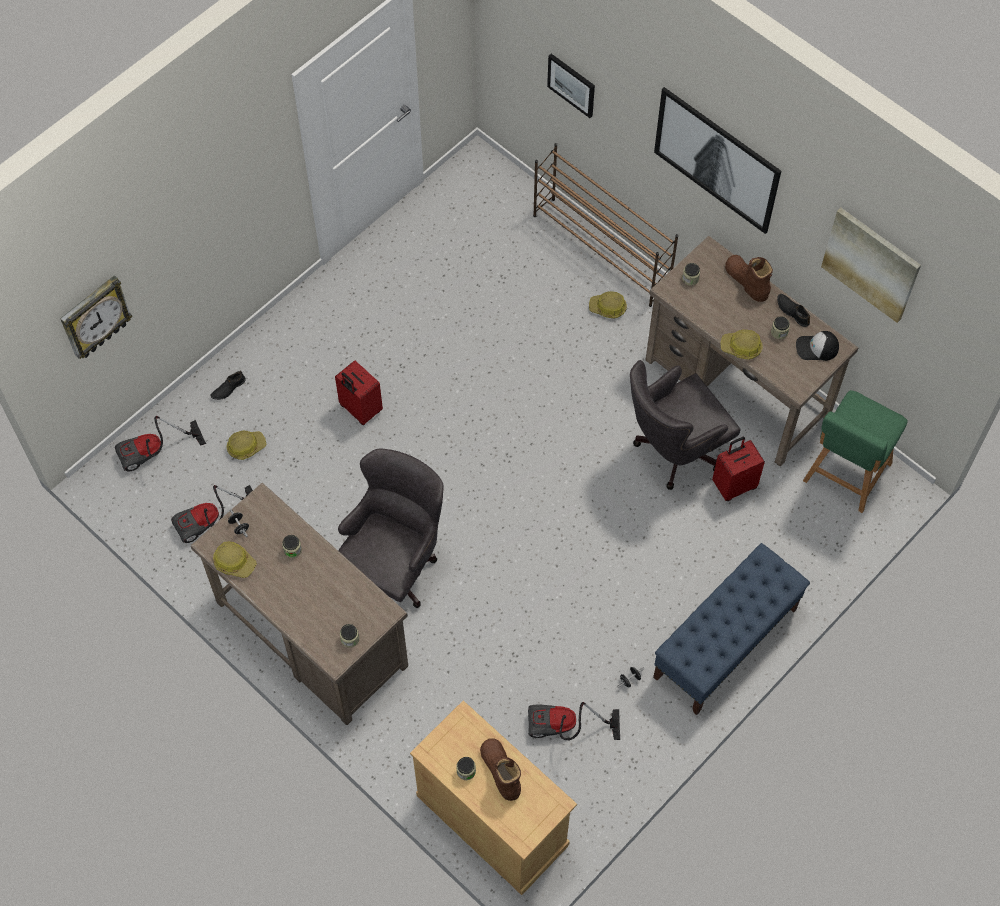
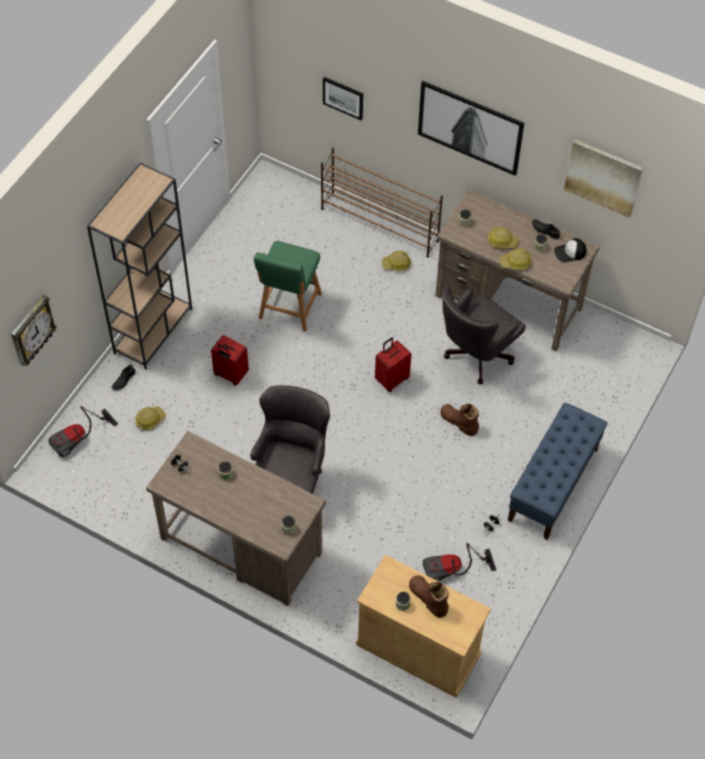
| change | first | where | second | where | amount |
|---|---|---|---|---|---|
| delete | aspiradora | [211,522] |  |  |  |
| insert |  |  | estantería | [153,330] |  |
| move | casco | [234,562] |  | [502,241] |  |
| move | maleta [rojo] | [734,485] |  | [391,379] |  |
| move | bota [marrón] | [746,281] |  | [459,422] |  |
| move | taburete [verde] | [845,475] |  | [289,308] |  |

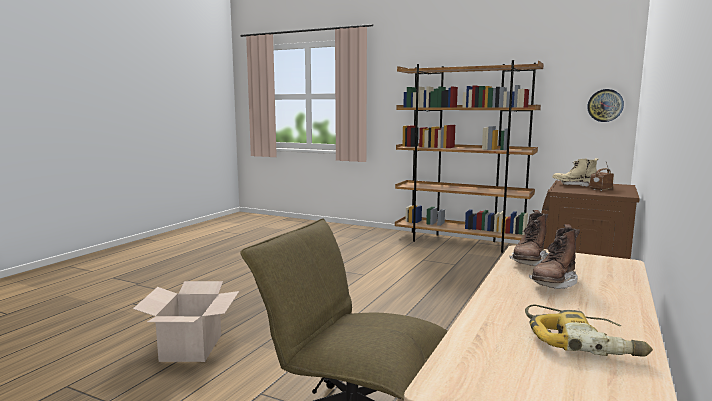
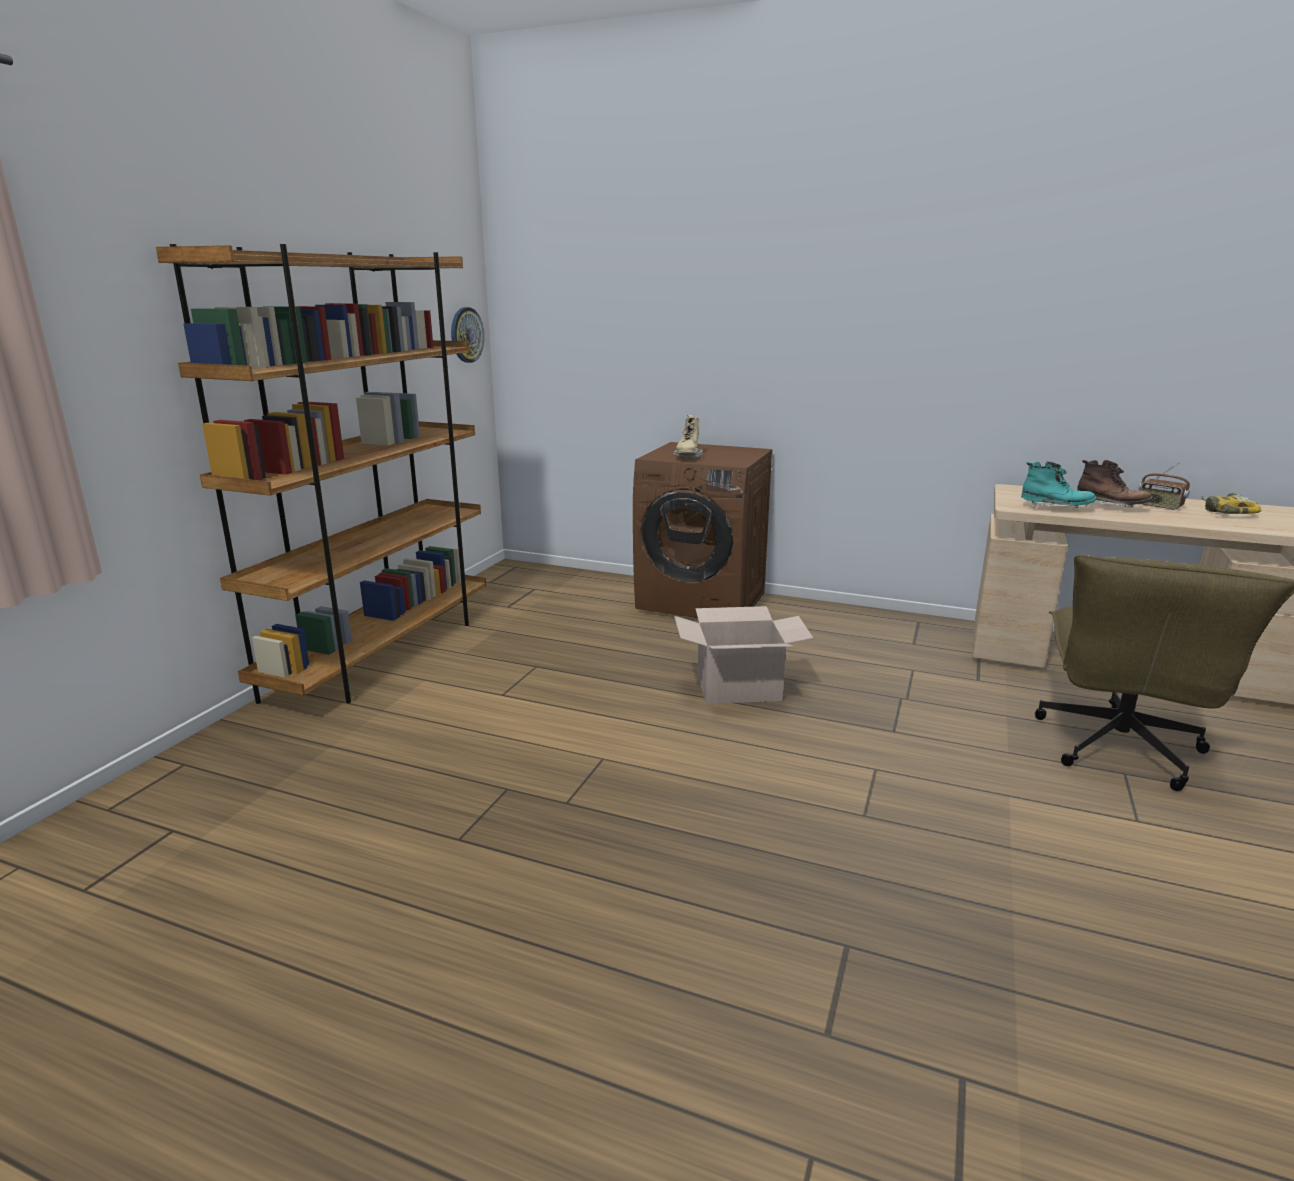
| change | first | where | second | where | amount |
|---|---|---|---|---|---|
| move | caja de cartón | [191,347] |  | [738,688] |  |
| move | radio | [600,189] |  | [1159,506] |  |
| recolor | bota [marrón] | [529,262] | bota [turquesa] | [1055,508] |  |

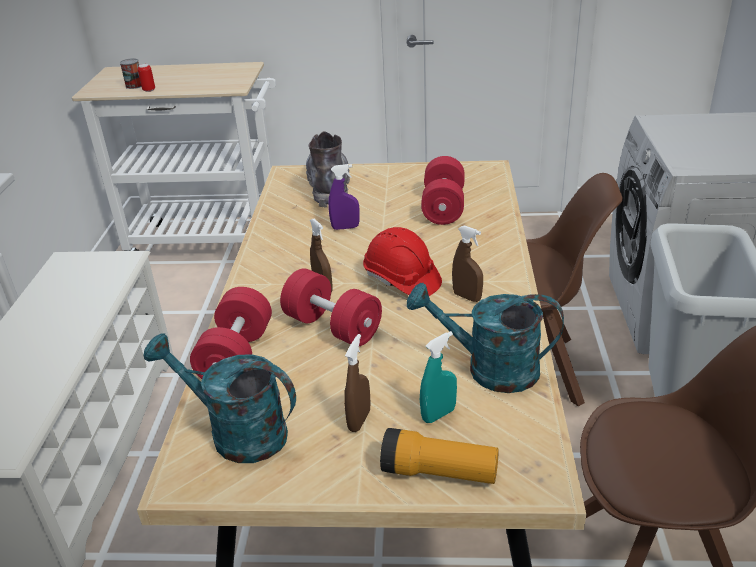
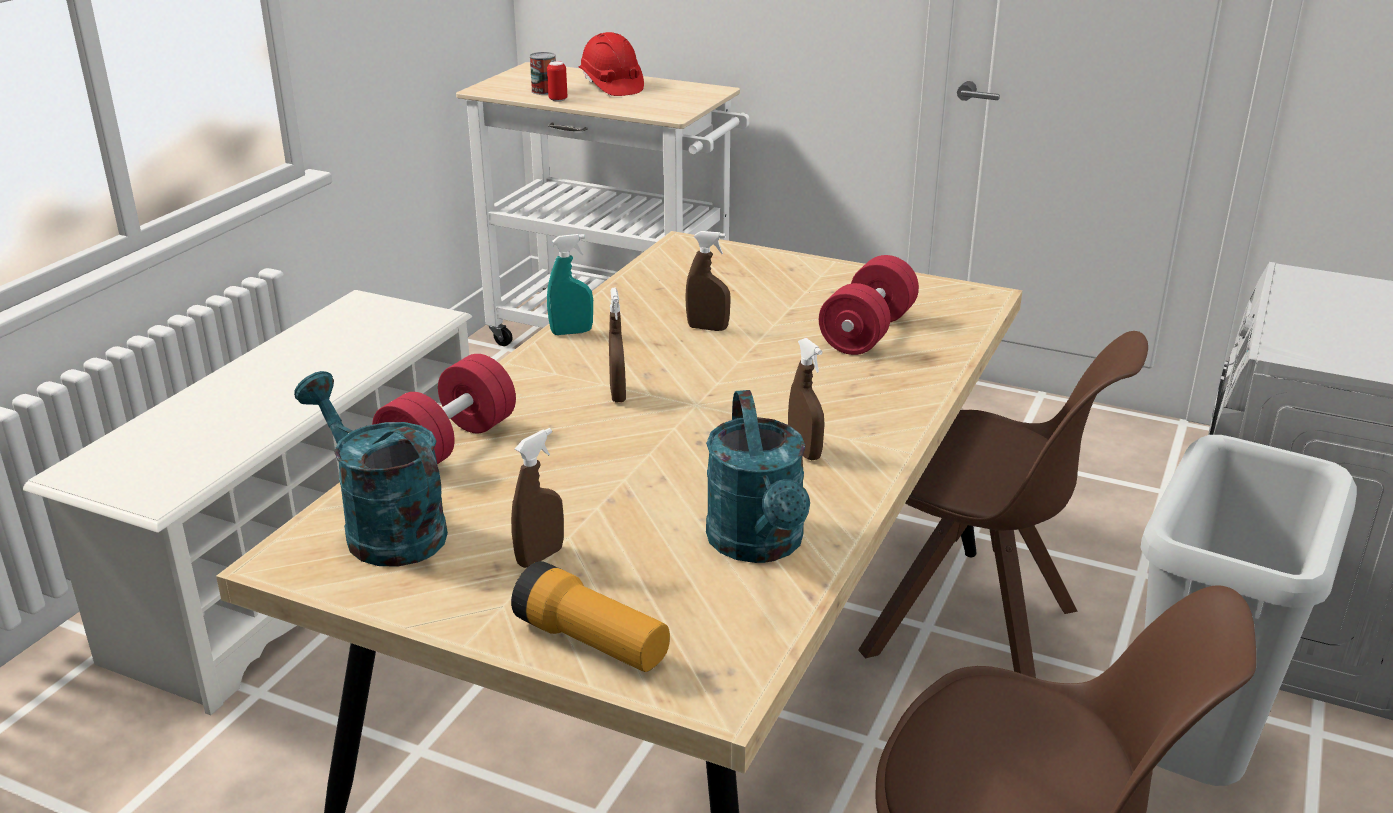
| change | first | where | second | where | amount |
|---|---|---|---|---|---|
| delete | mancuerna [rojo] | [332,327] |  |  |  |
| delete | bota [gris] | [329,186] |  |  |  |
| move | casco [rojo] | [401,280] |  | [611,86] |  |
| move | pulverizador [turquesa] | [438,414] |  | [571,332] |  |
| recolor | pulverizador [morado] | [345,227] | pulverizador [marrón] | [707,328] |  |
| rotate | regadera [turquesa] | [489,369] |  | [759,545] | 135 degrees counterclockwise |

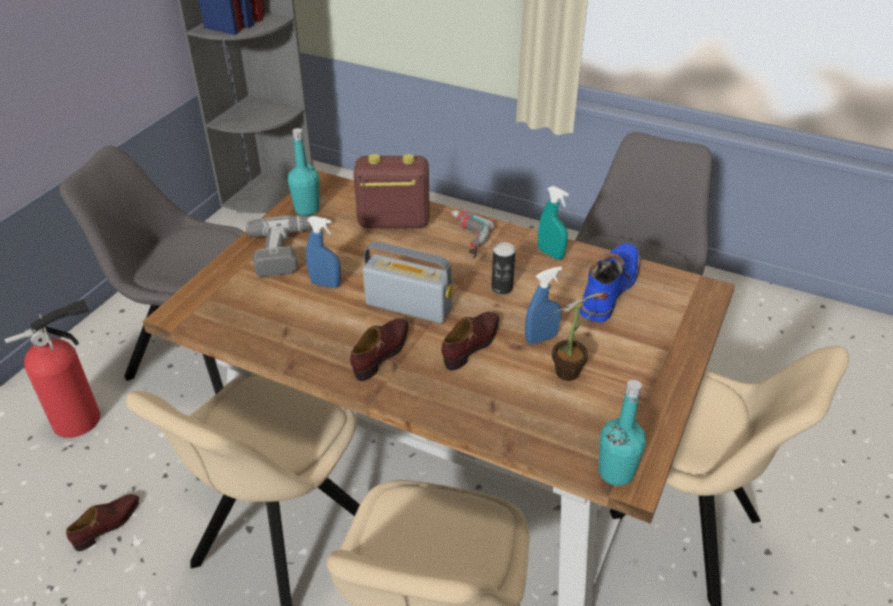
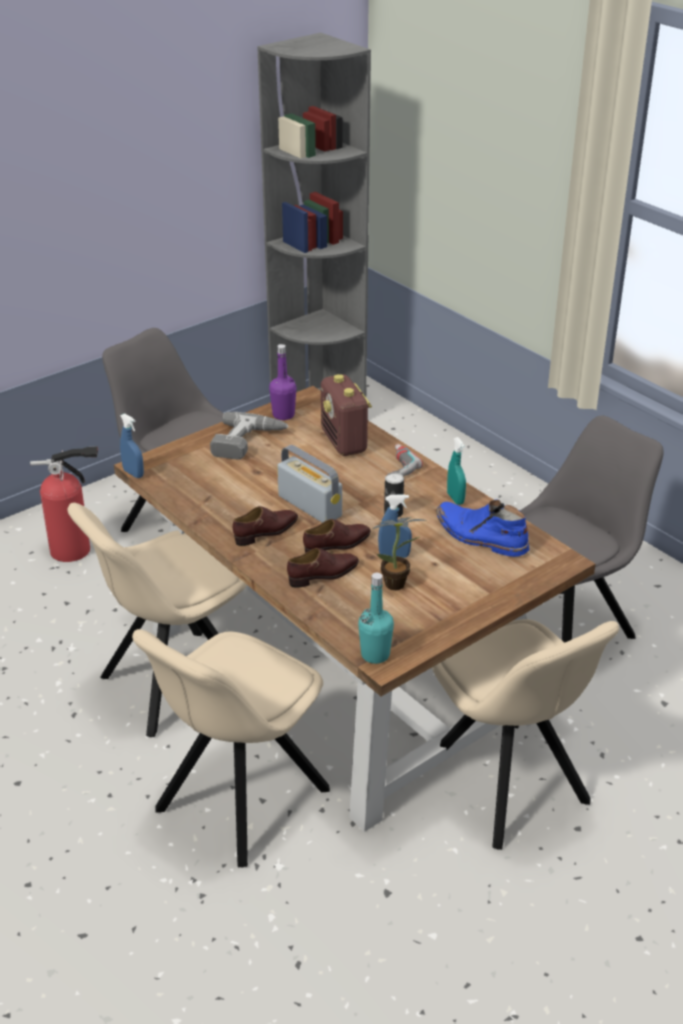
| change | first | where | second | where | amount |
|---|---|---|---|---|---|
| move | zapato [marrón] | [108,525] |  | [323,575] |  |
| move | pulverizador [azul] | [325,284] |  | [133,473] |  |
| recolor | botella [turquesa] | [307,209] | botella [morado] | [283,415] |  |
| rotate | radio | [393,222] |  | [344,442] | 135 degrees counterclockwise |
| rotate | bota [azul] | [608,289] |  | [480,537] | 105 degrees counterclockwise |

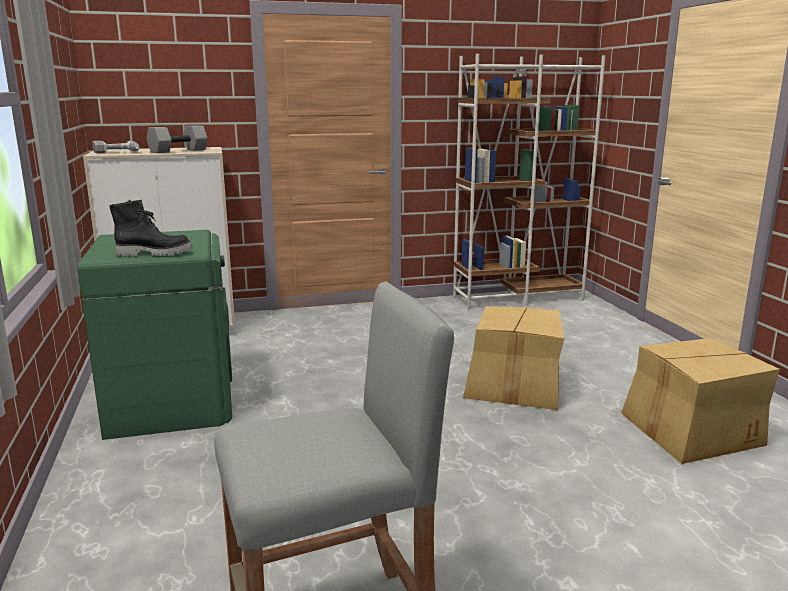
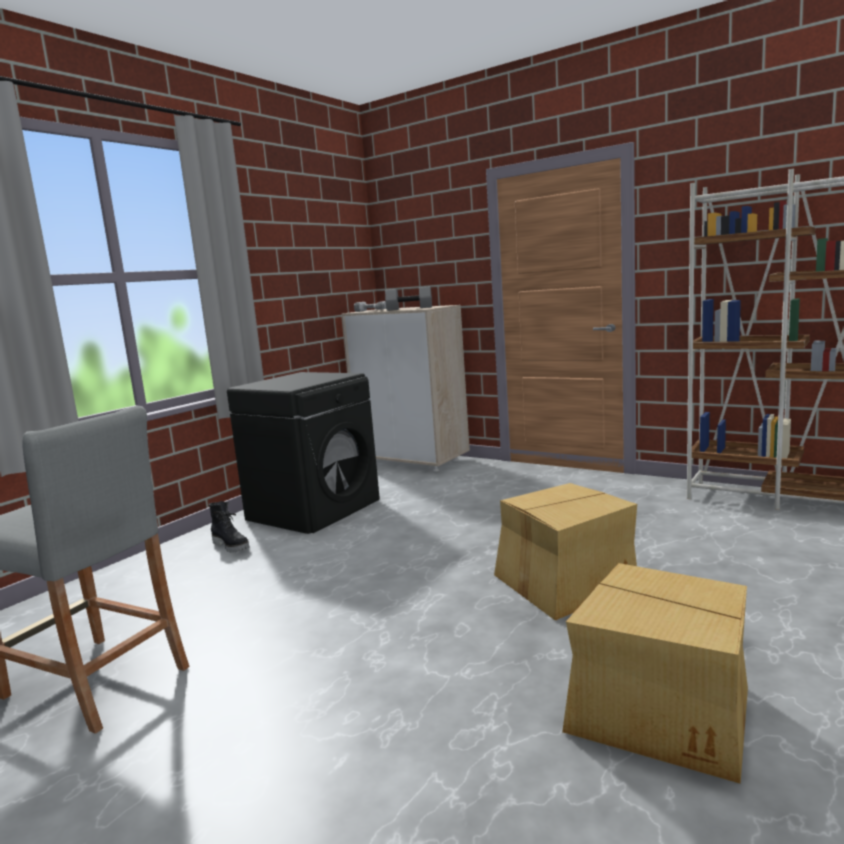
| change | first | where | second | where | amount |
|---|---|---|---|---|---|
| move | bota [negro] | [155,254] |  | [232,546] |  |
| recolor | lavadora [verde] | [174,401] | lavadora [negro] | [317,509] |  |

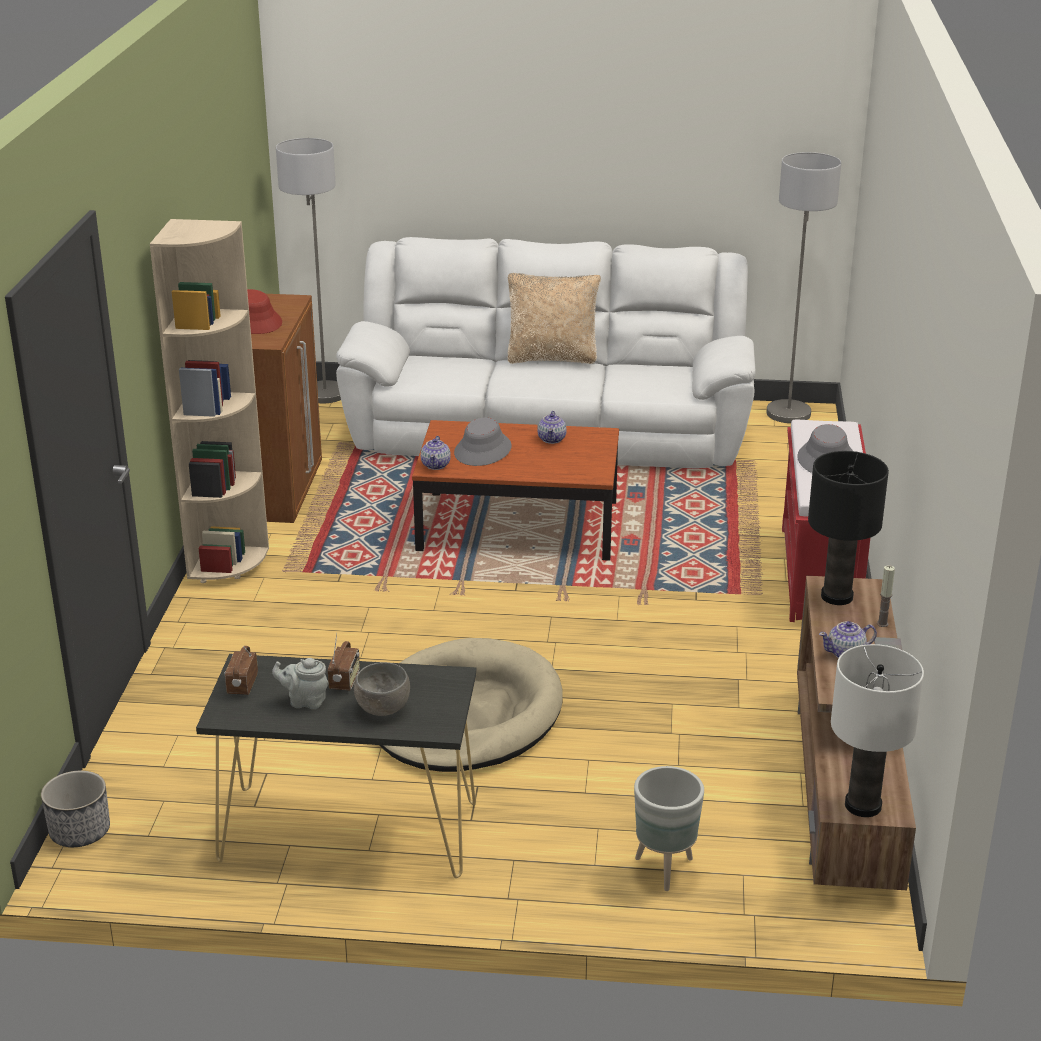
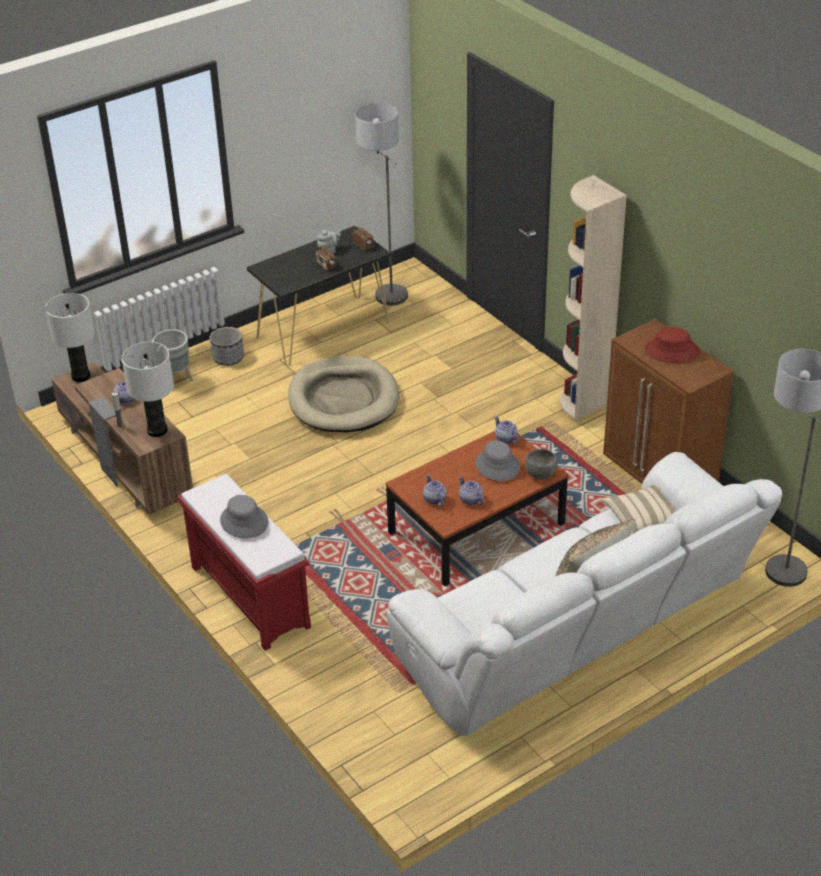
| change | first | where | second | where | amount |
|---|---|---|---|---|---|
| insert |  |  | tetera | [434,499] |  |
| insert |  |  | cojín [beis] | [642,521] |  |
| move | maceta | [79,832] |  | [228,358] |  |
| move | cuenco [gris] | [382,708] |  | [541,474] |  |
| move | lámpara de pie [gris] | [789,419] |  | [386,292] |  |
| recolor | lámpara de mesa [negro] | [837,596] | lámpara de mesa [blanco] | [157,430] |  |

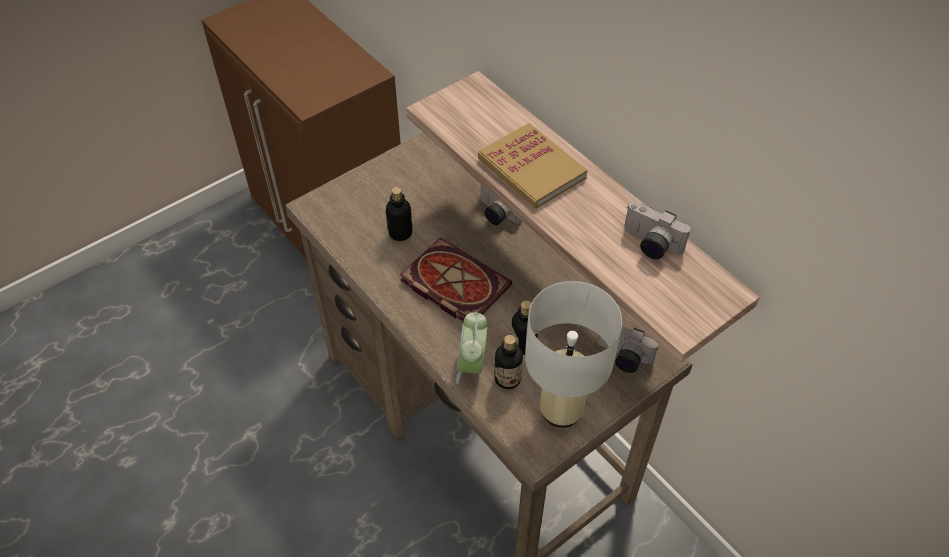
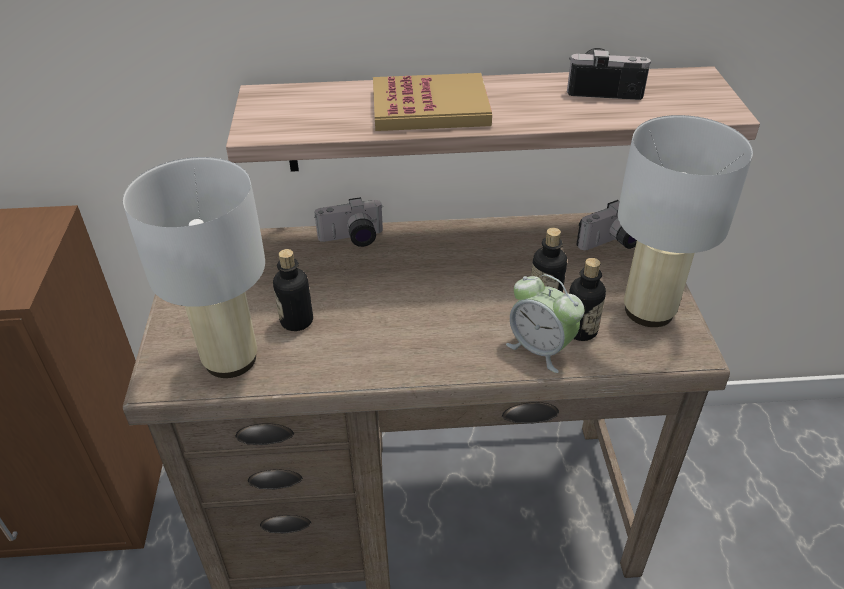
| change | first | where | second | where | amount |
|---|---|---|---|---|---|
| delete | libro | [452,283] |  |  |  |
| insert |  |  | lámpara de mesa [blanco] | [230,360] |  |
| rotate | cámara | [649,244] |  | [604,88] | 150 degrees counterclockwise |

